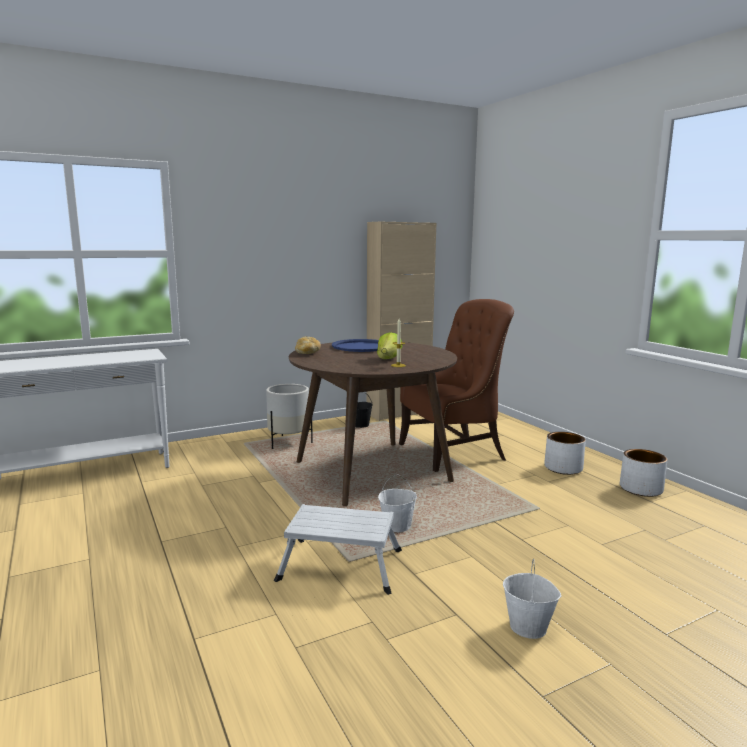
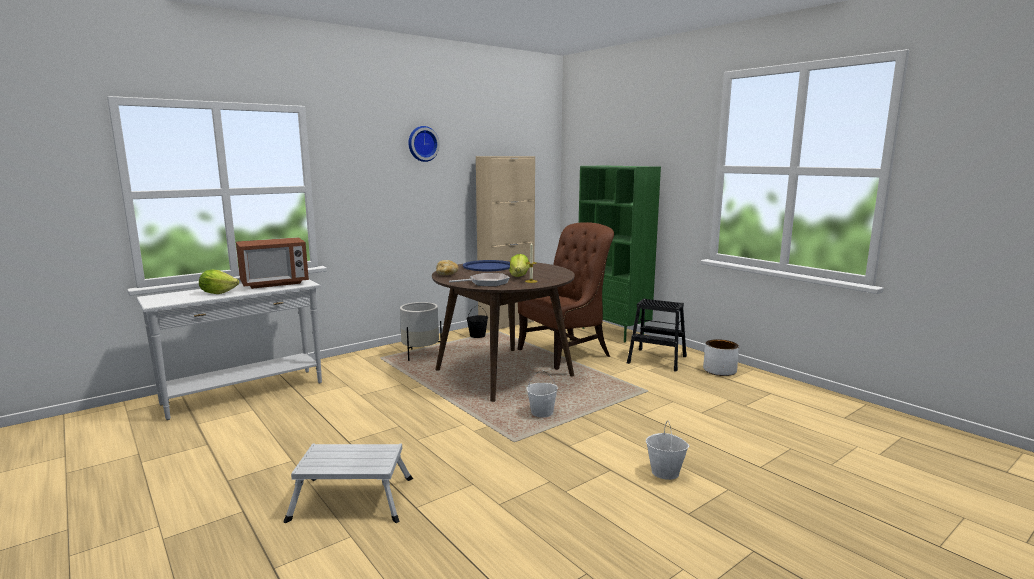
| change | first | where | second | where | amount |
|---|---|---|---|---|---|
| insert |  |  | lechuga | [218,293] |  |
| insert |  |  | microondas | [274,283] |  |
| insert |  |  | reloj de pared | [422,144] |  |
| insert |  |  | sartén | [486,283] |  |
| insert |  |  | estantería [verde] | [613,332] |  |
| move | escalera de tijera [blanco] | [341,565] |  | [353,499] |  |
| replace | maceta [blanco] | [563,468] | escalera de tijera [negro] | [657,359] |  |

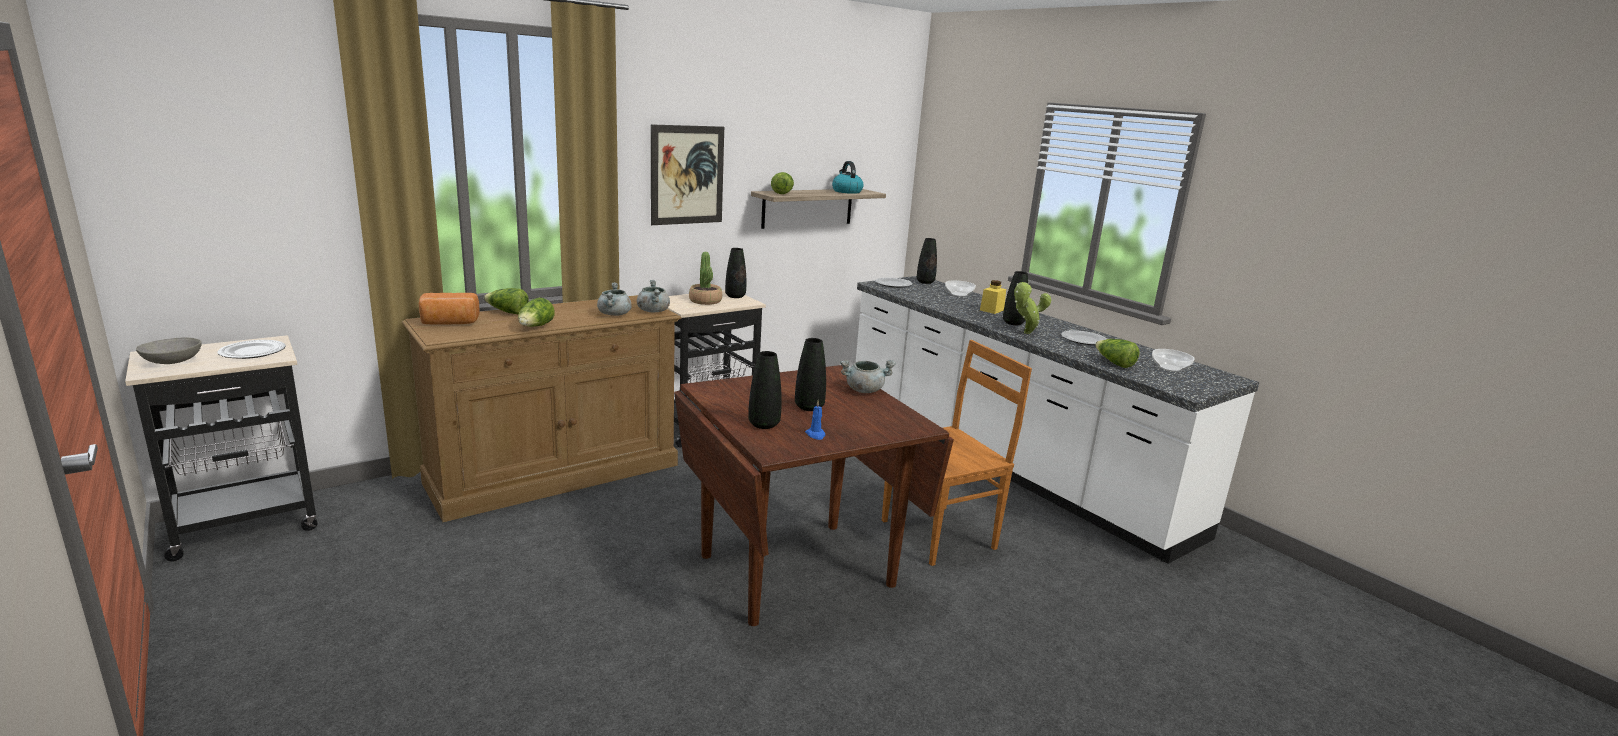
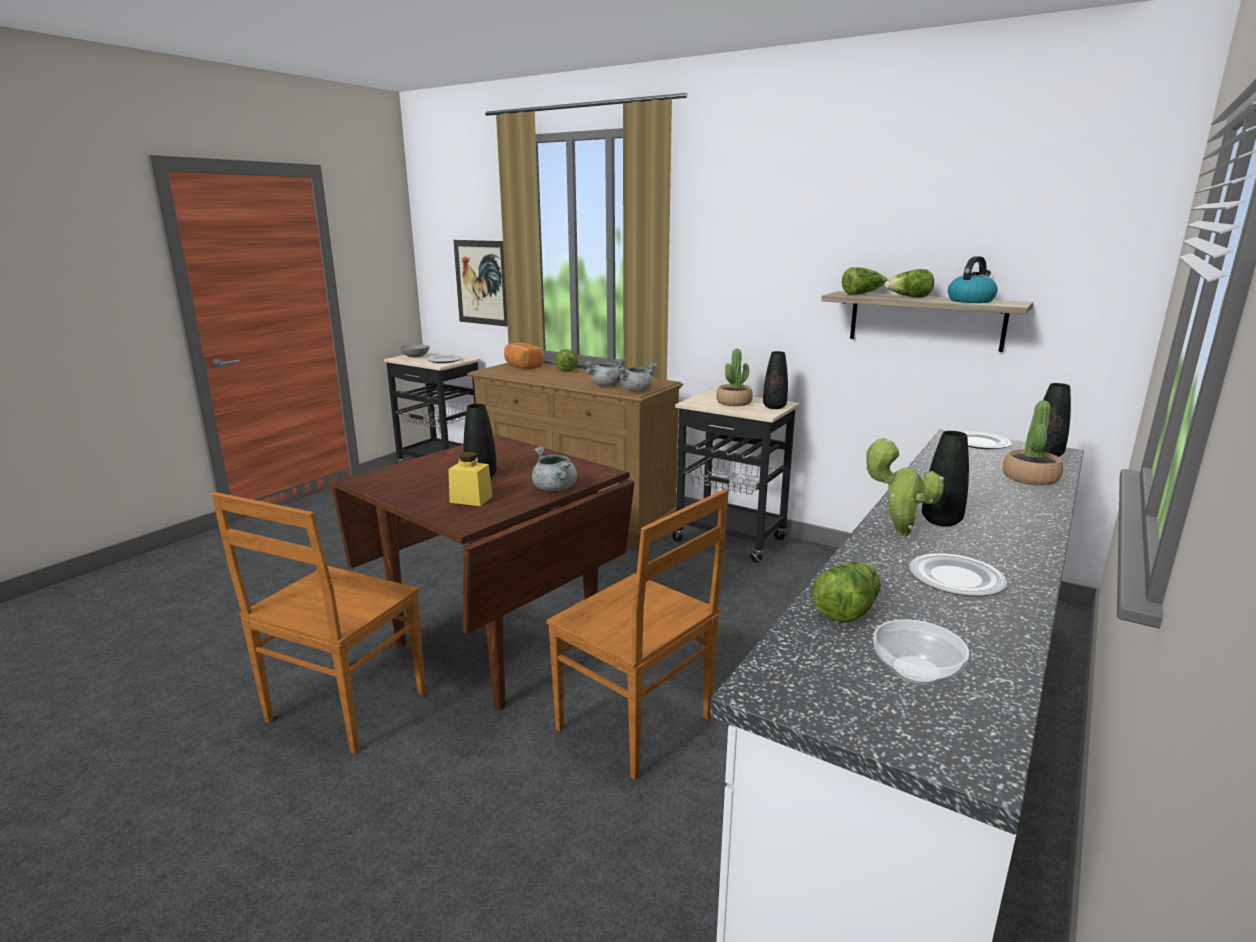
| change | first | where | second | where | amount |
|---|---|---|---|---|---|
| delete | florero [negro] | [764,424] |  |  |  |
| delete | vela [azul] | [815,435] |  |  |  |
| insert |  |  | silla [marrón] | [343,709] |  |
| move | lechuga | [535,327] |  | [908,297] |  |
| move | cuadro | [687,175] |  | [482,282] |  |
| move | tarro [amarillo] | [991,310] |  | [471,499] |  |
| replace | cuenco | [959,294] | planta en maceta | [1030,478] |  |

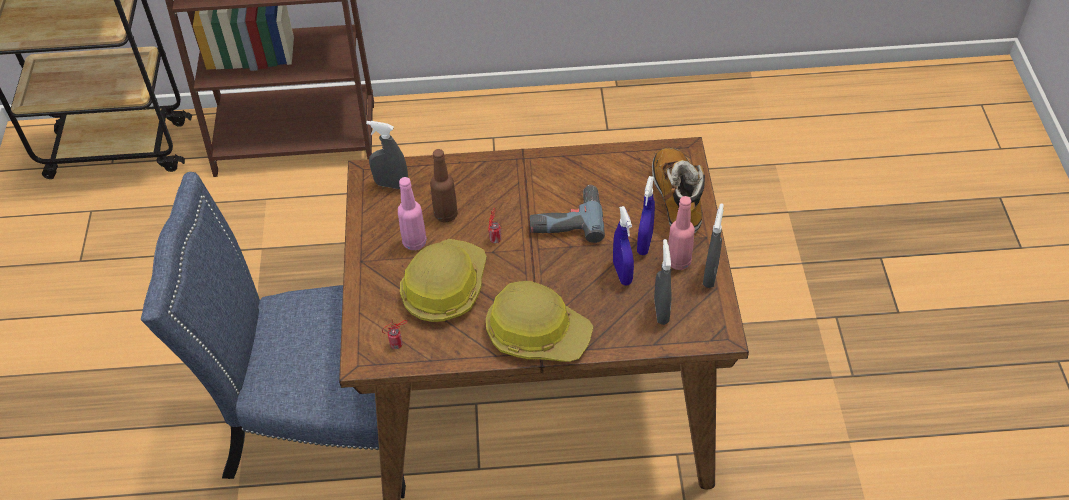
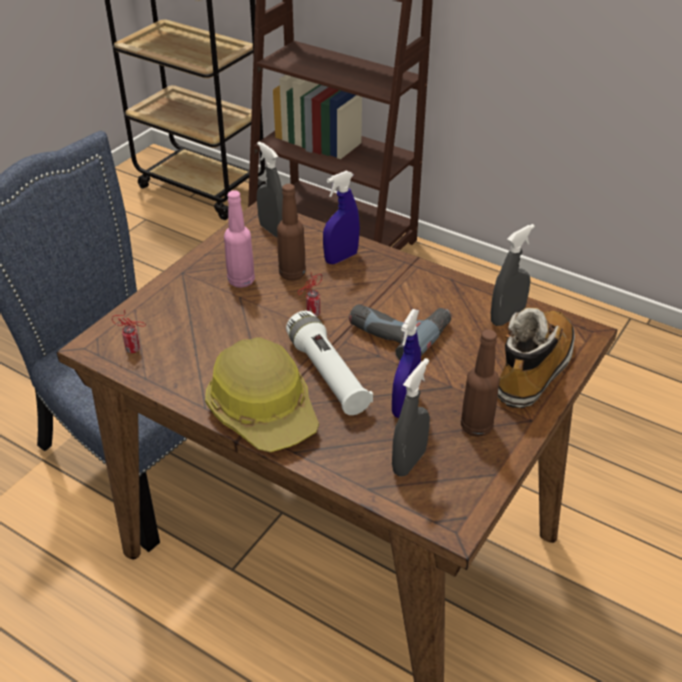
| change | first | where | second | where | amount |
|---|---|---|---|---|---|
| delete | casco | [444,287] |  |  |  |
| insert |  |  | linterna [blanco] | [328,375] |  |
| move | pulverizador [azul] | [644,243] |  | [341,258] |  |
| move | pulverizador [gris] | [710,275] |  | [507,317] |  |
| recolor | botella [rosa] | [678,261] | botella [marrón] | [476,426] |  |

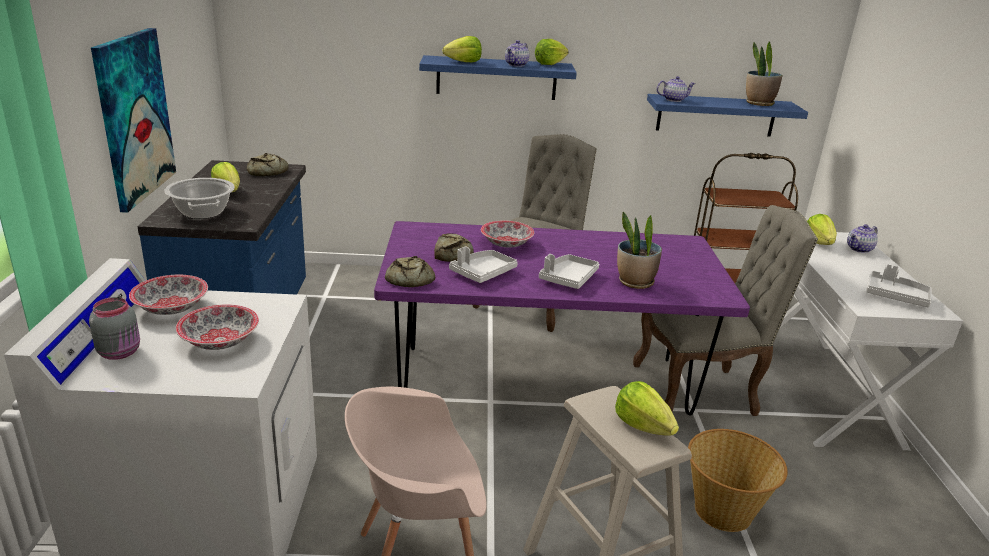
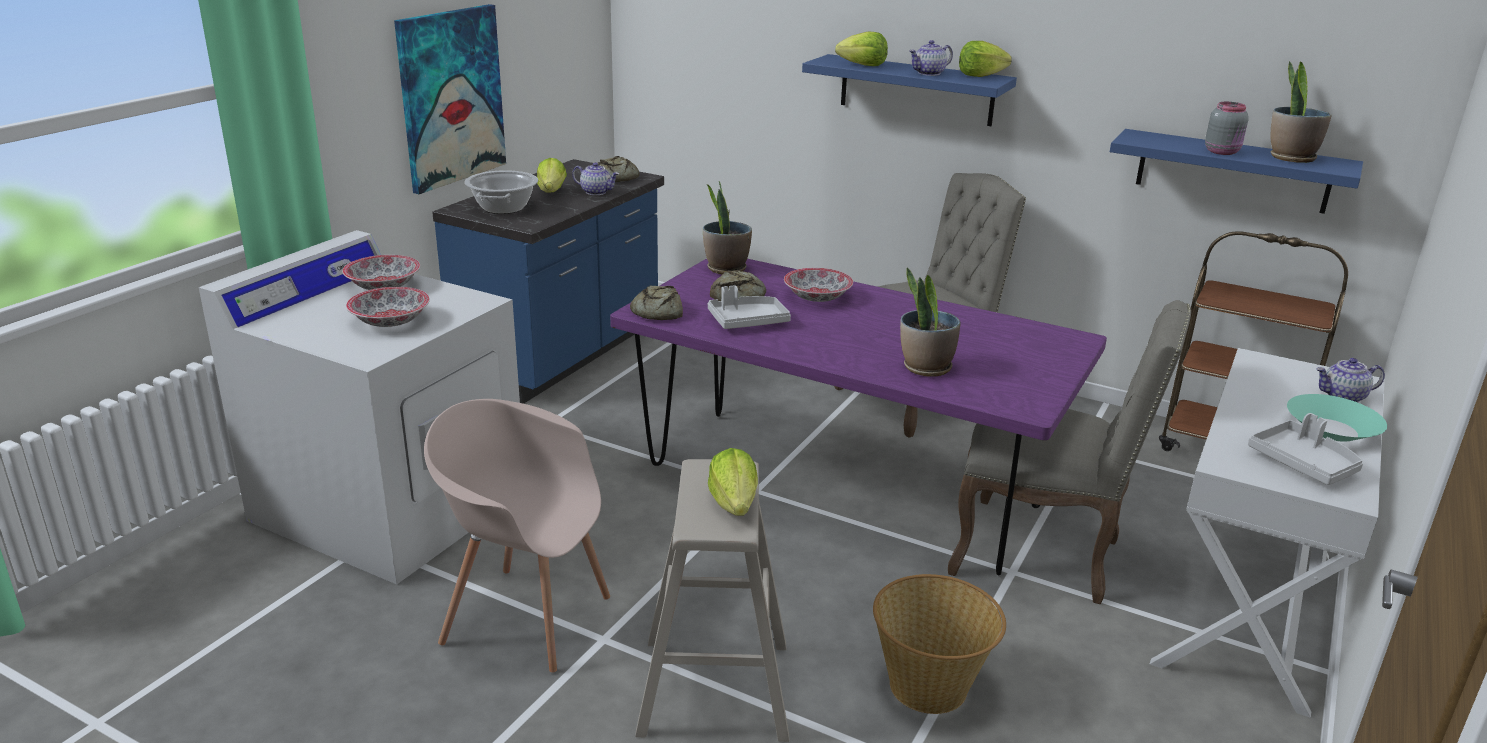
| change | first | where | second | where | amount |
|---|---|---|---|---|---|
| delete | bandeja [gris] | [568,278] |  |  |  |
| delete | lechuga | [819,242] |  |  |  |
| insert |  |  | planta en maceta | [726,269] |  |
| insert |  |  | cuenco [turquesa] | [1332,429] |  |
| move | tarro [gris] | [121,352] |  | [1222,152] |  |
| move | tetera | [673,100] |  | [596,192] |  |

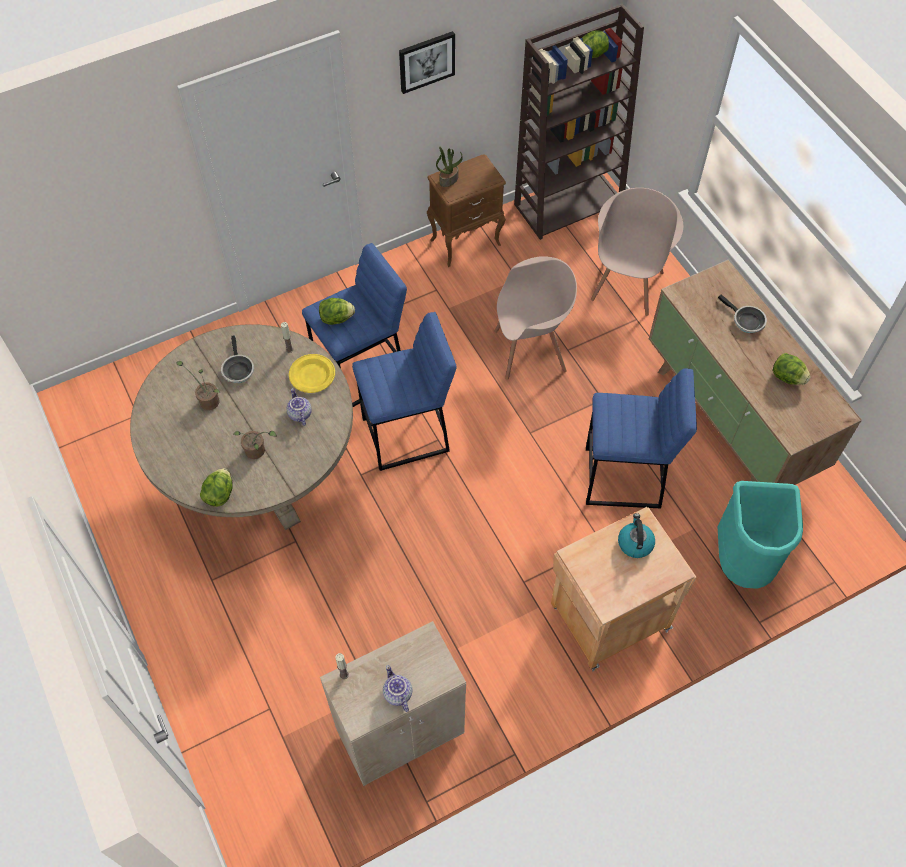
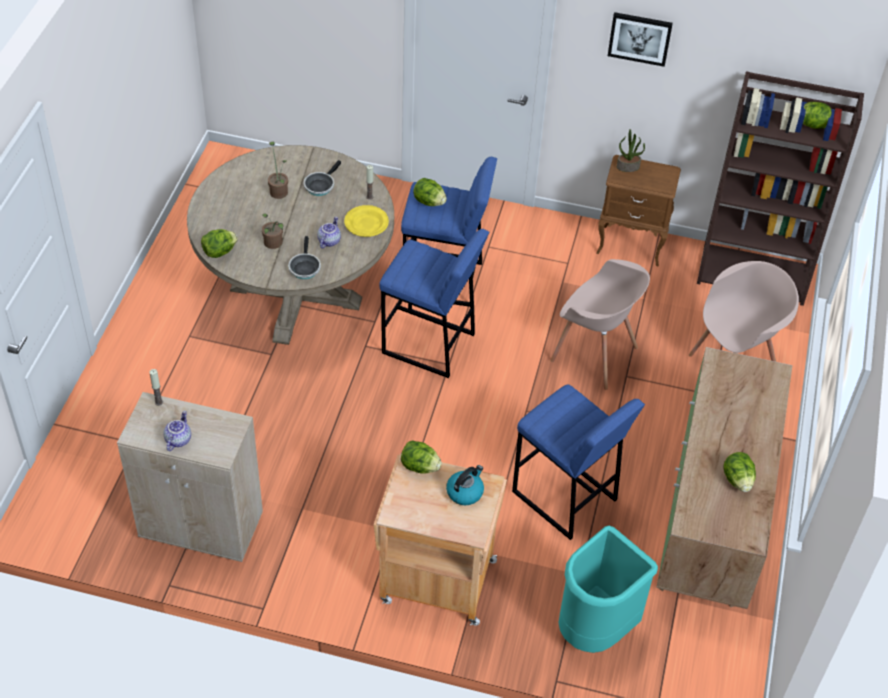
| change | first | where | second | where | amount |
|---|---|---|---|---|---|
| insert |  |  | lechuga | [419,466] |  |
| move | sartén | [746,321] |  | [304,267] |  |

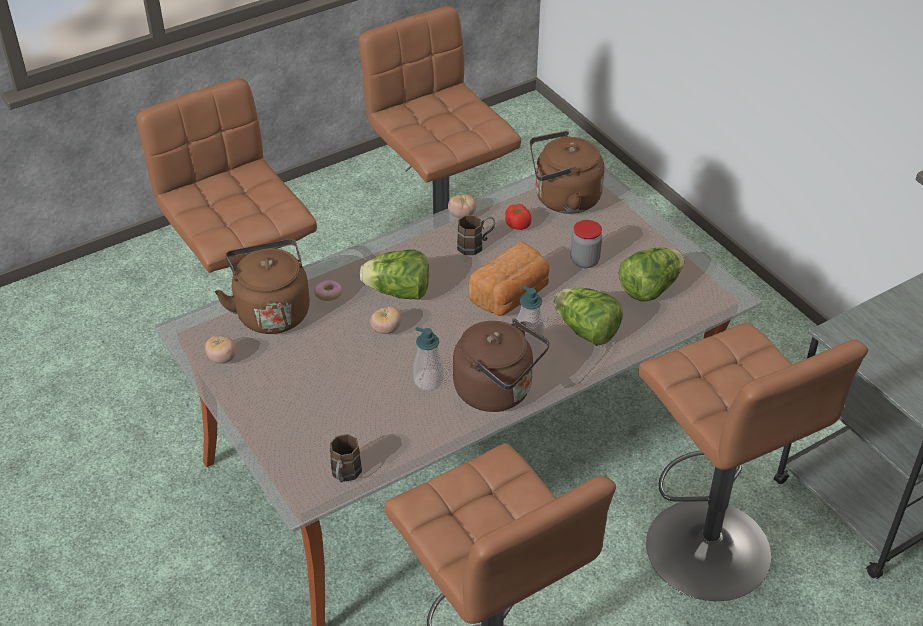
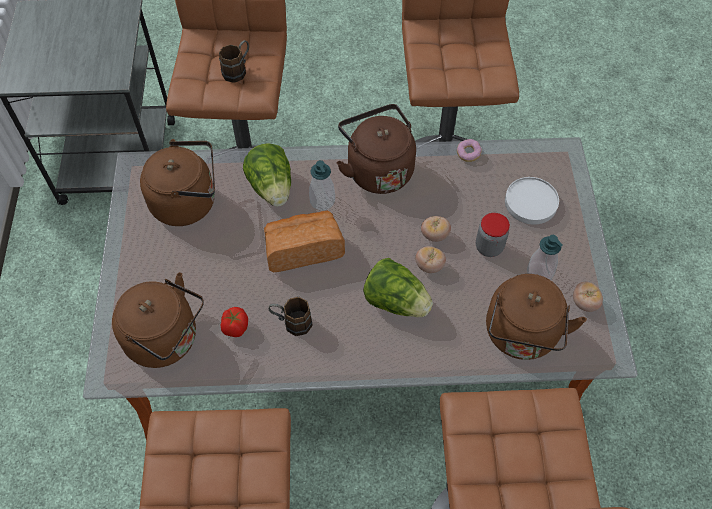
| change | first | where | second | where | amount |
|---|---|---|---|---|---|
| insert |  |  | plato [blanco] | [531,203] |  |
| move | rosquilla | [328,295] |  | [468,154] |  |
| move | taza grande [marrón] | [344,475] |  | [238,70] |  |
| move | dispensador de jabón | [428,381] |  | [540,272] |  |
| move | tomate | [462,215] |  | [434,235] |  |
| move | tarro | [584,261] |  | [489,247] |  |
| replace | lechuga | [649,288] | hervidor [marrón] | [188,202] |  |

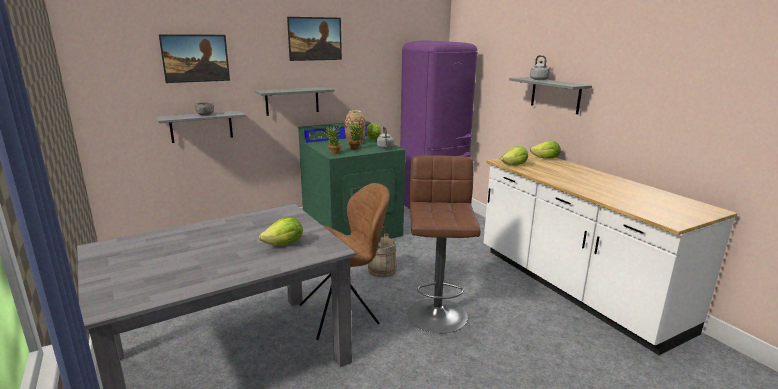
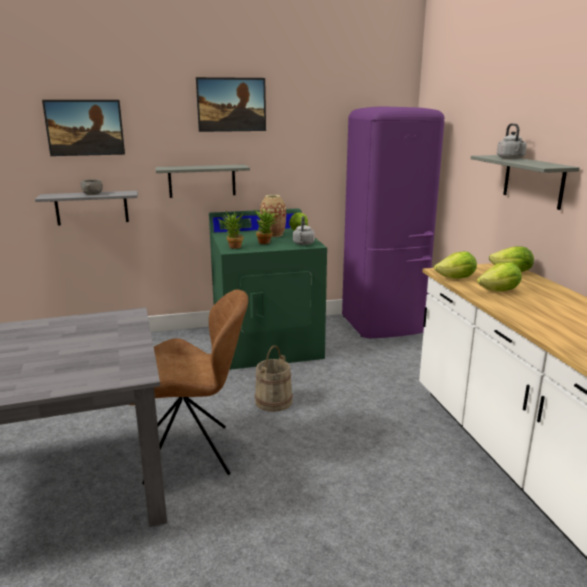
| change | first | where | second | where | amount |
|---|---|---|---|---|---|
| delete | taburete [marrón] | [437,315] |  |  |  |
| move | lechuga | [284,244] |  | [499,291] |  |

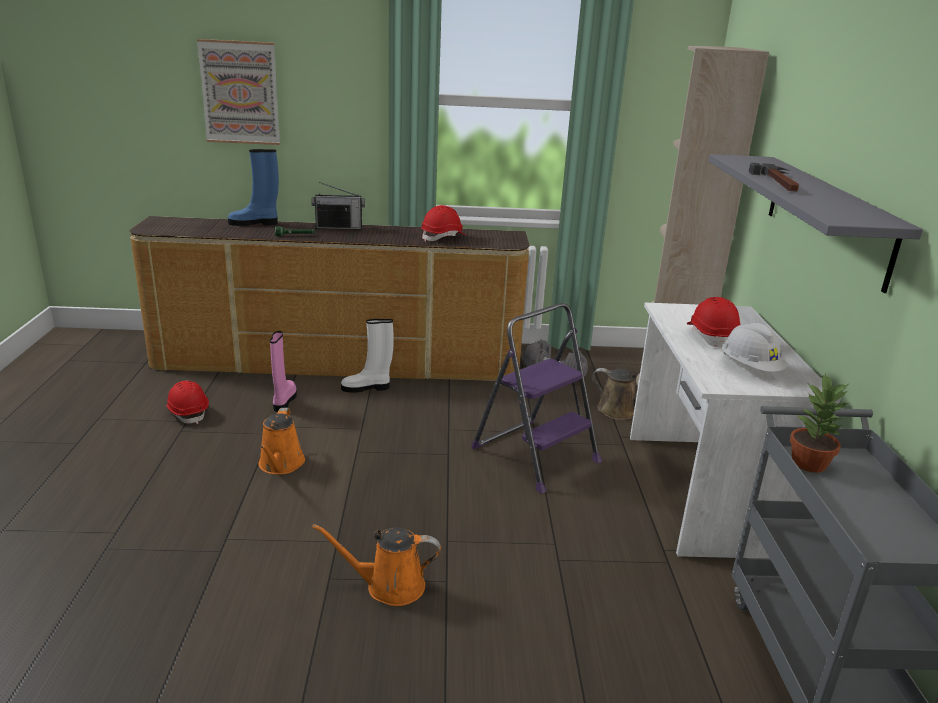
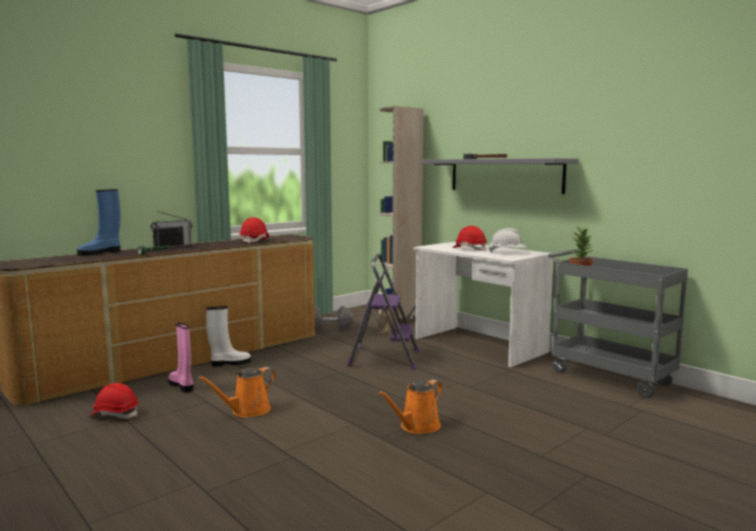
| change | first | where | second | where | amount |
|---|---|---|---|---|---|
| delete | cuadro | [240,93] |  |  |  |
| rotate | regadera [naranja] | [280,465] |  | [247,411] | 90 degrees clockwise |
| rotate | bota [blanco] | [367,387] |  | [230,363] | 150 degrees counterclockwise |

